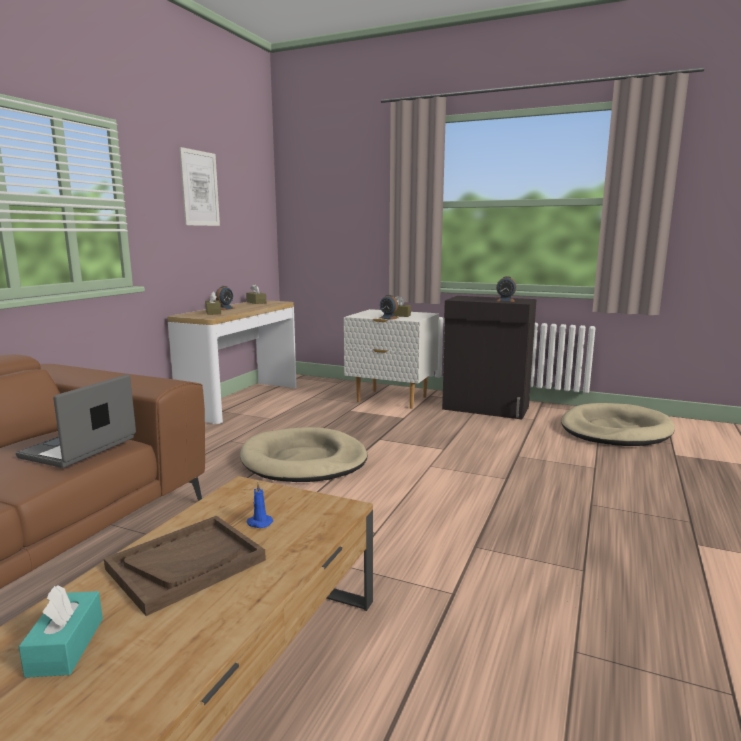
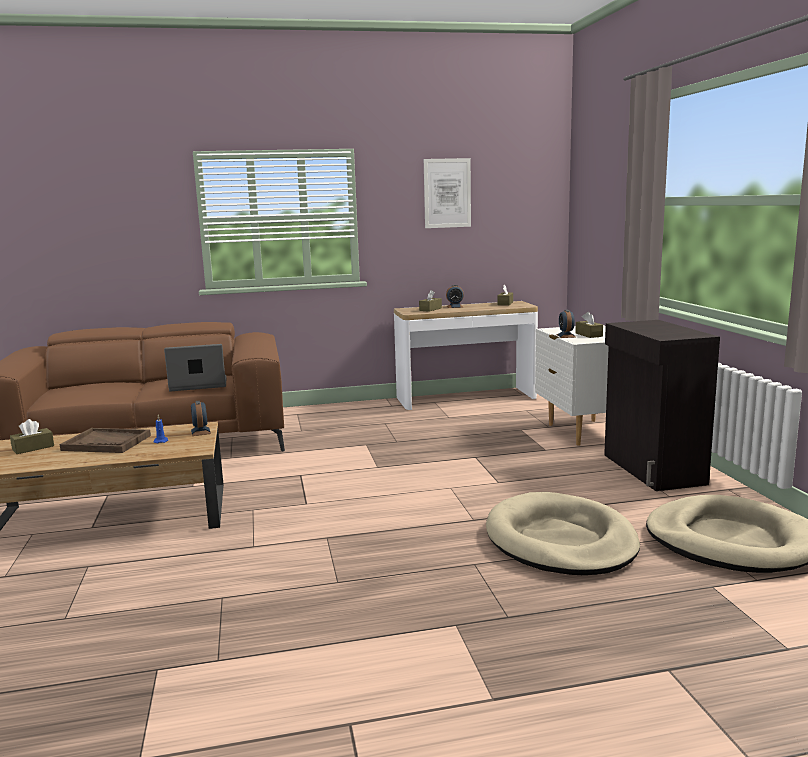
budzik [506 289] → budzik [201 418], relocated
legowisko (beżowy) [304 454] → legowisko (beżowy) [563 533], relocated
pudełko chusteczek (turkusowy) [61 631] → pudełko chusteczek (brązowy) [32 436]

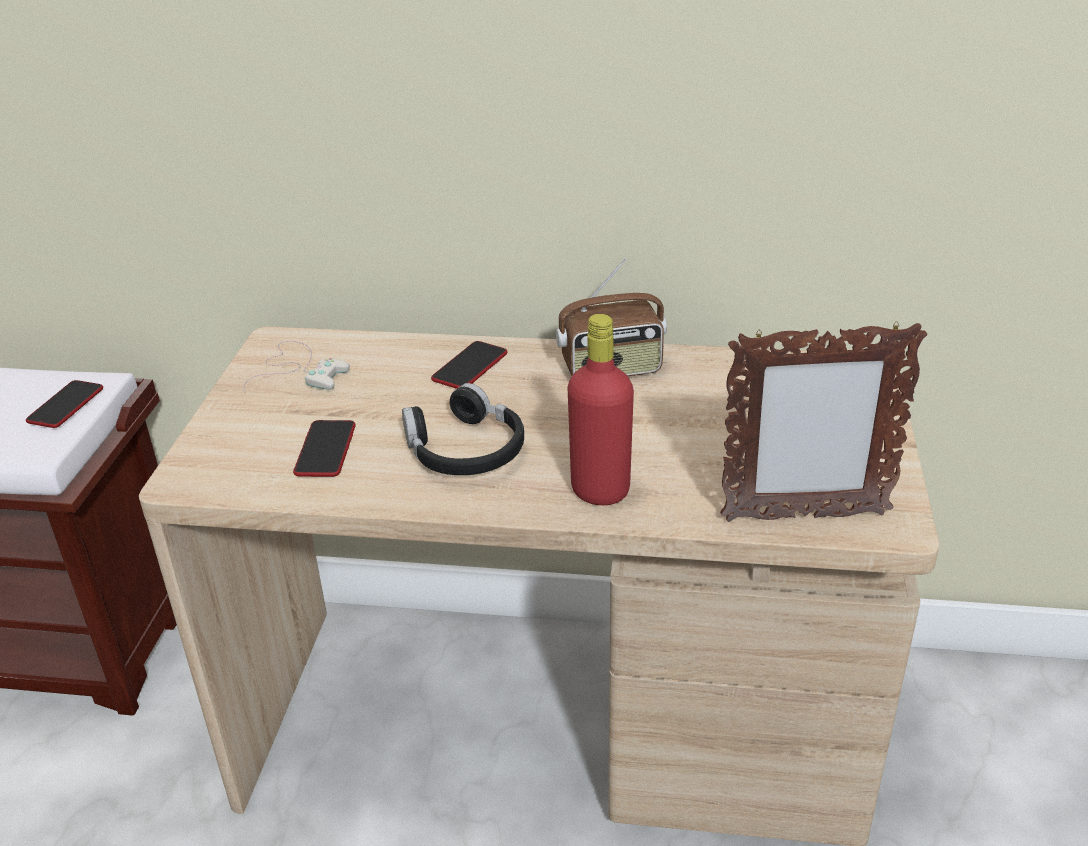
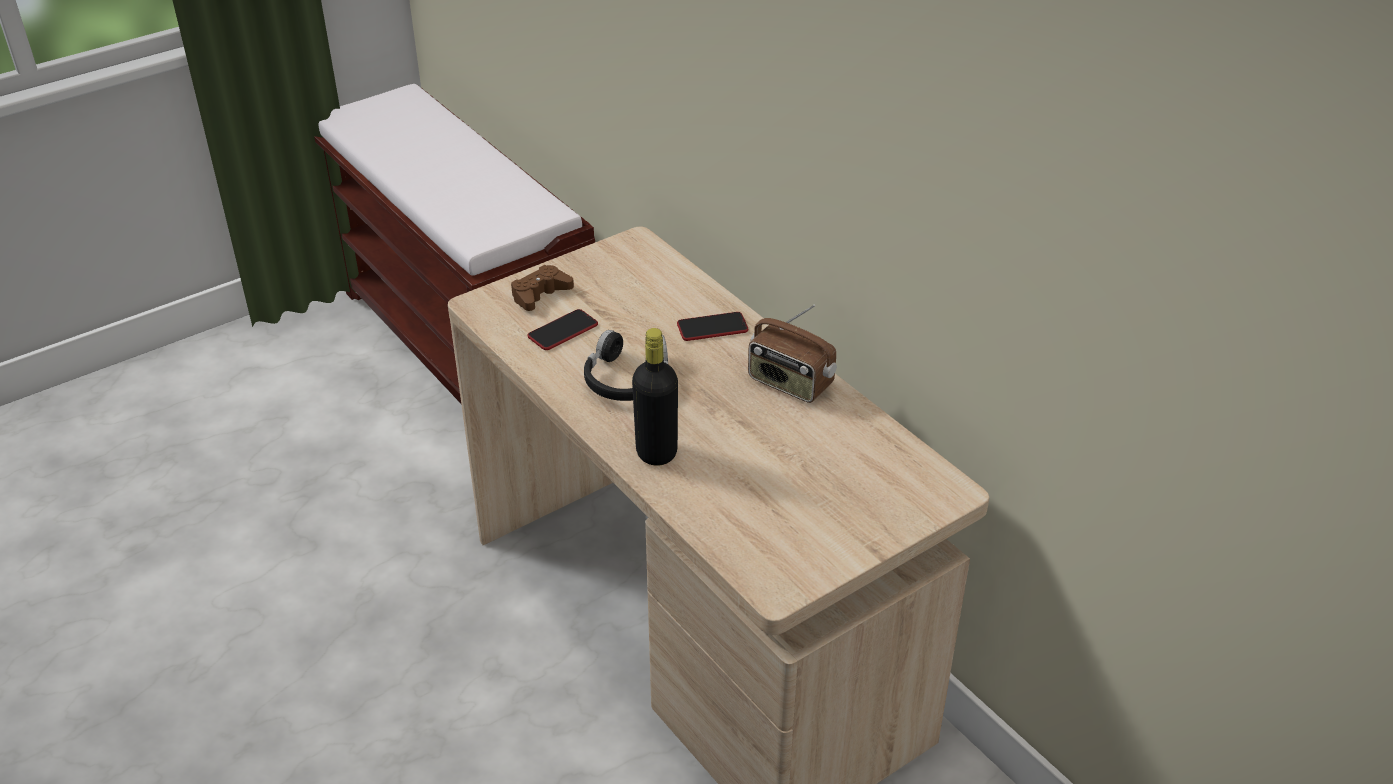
butelka (czerwony) [601 409] → butelka (czarny) [655 397]
ramka na zdjęcie [823 421] → -
pad do gier (biały) [296 366] → -
telefon [64 404] → -
- → pad do gier (brązowy) [542 288]

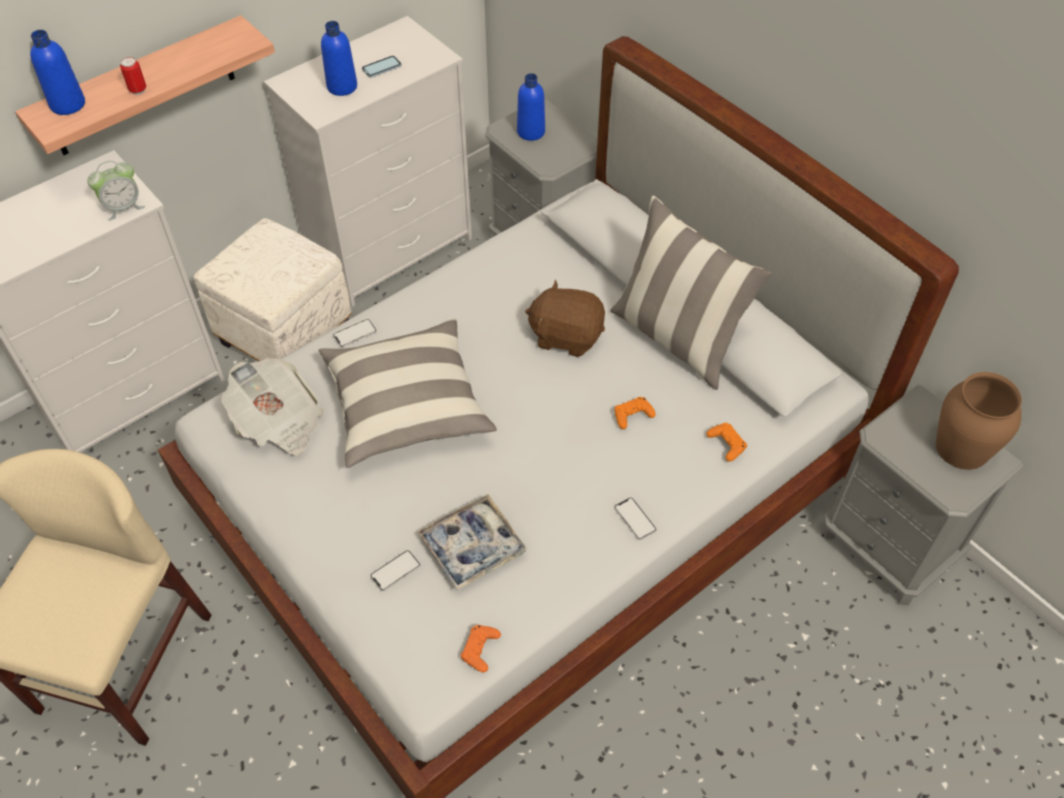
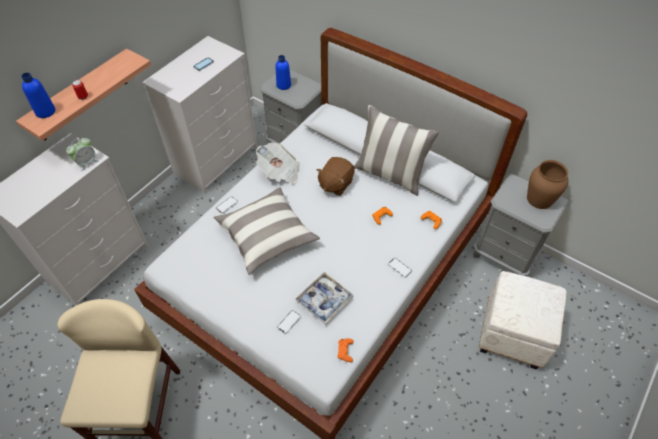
butelka (niebieski) [339 58] → -
pufa (biały) [273 289] → pufa (biały) [523 320], relocated
pluszak (brązowy) [565 318] → pluszak (brązowy) [336 176], 60 degrees counterclockwise
gazeta [272 406] → gazeta [278 163], relocated

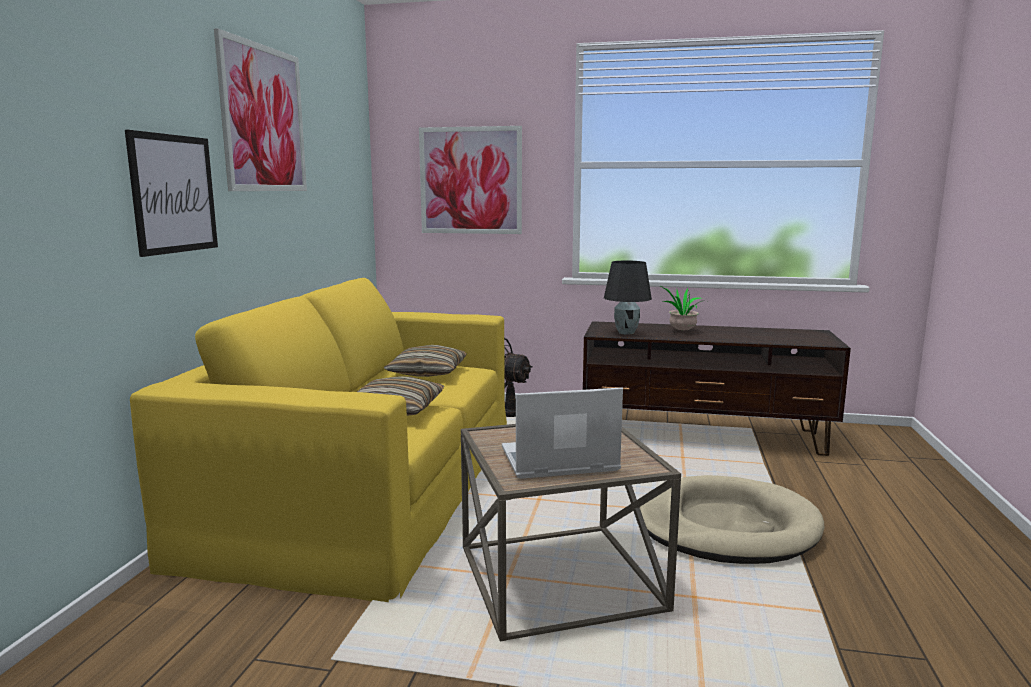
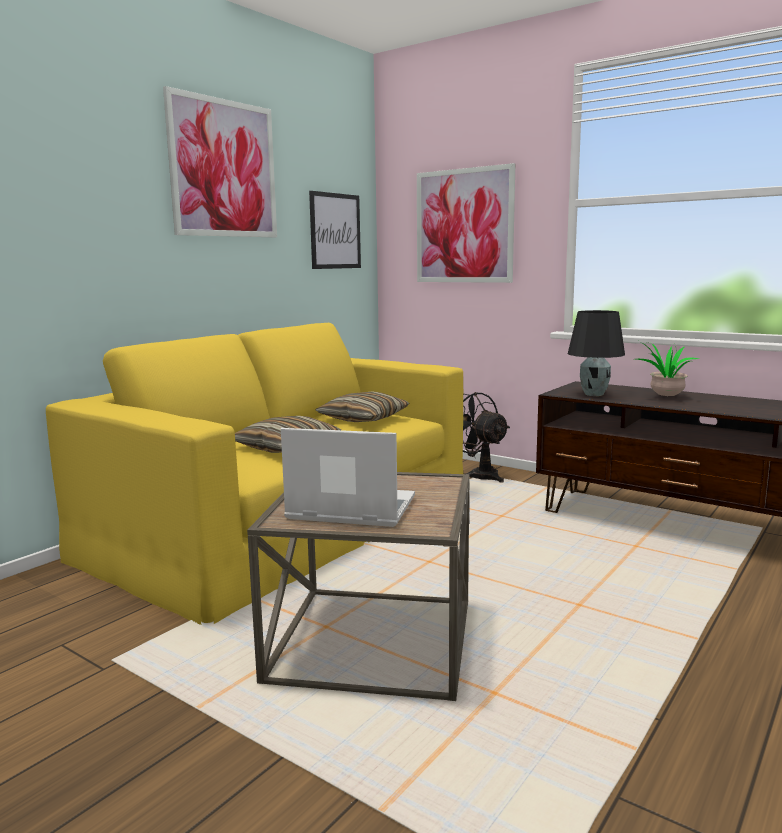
obraz [171 193] → obraz [335 230], relocated
legowisko (beżowy) [732 519] → -

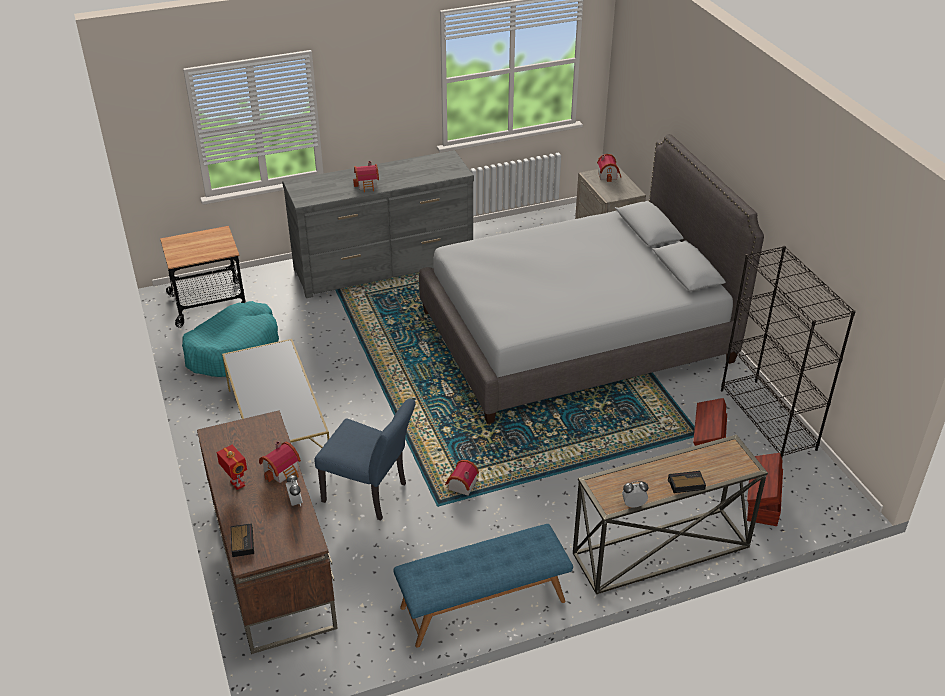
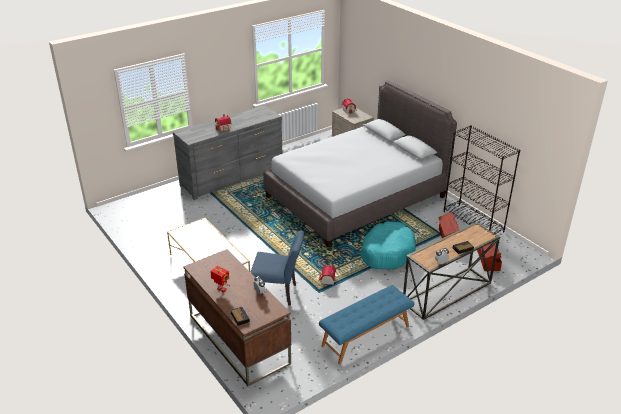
wózek [203 277] → -
legowisko (turkusowy) [230 339] → legowisko (turkusowy) [388 245], relocated
domek [280 462] → -

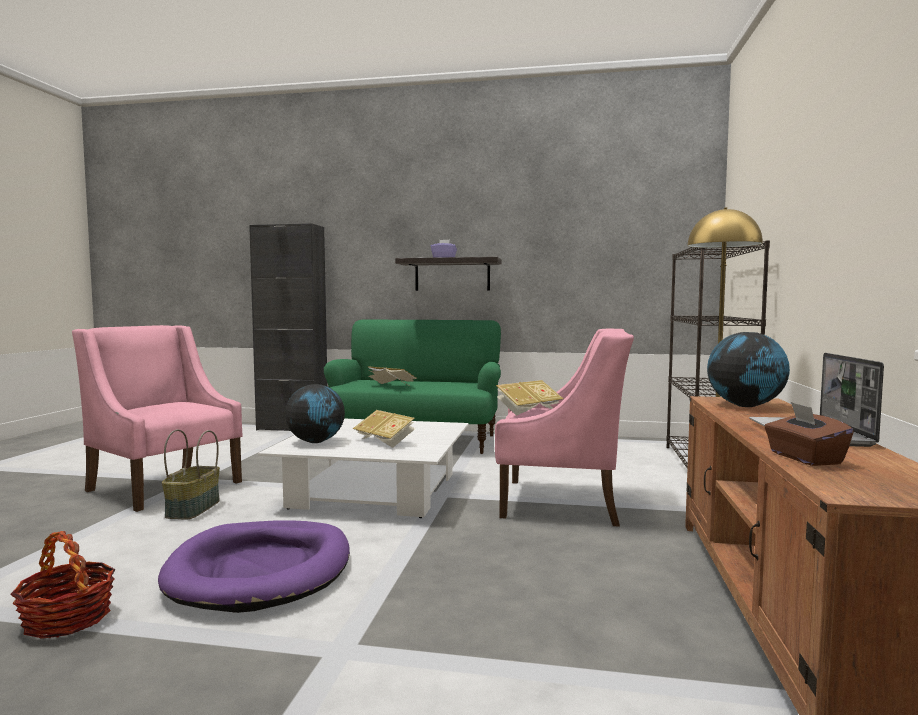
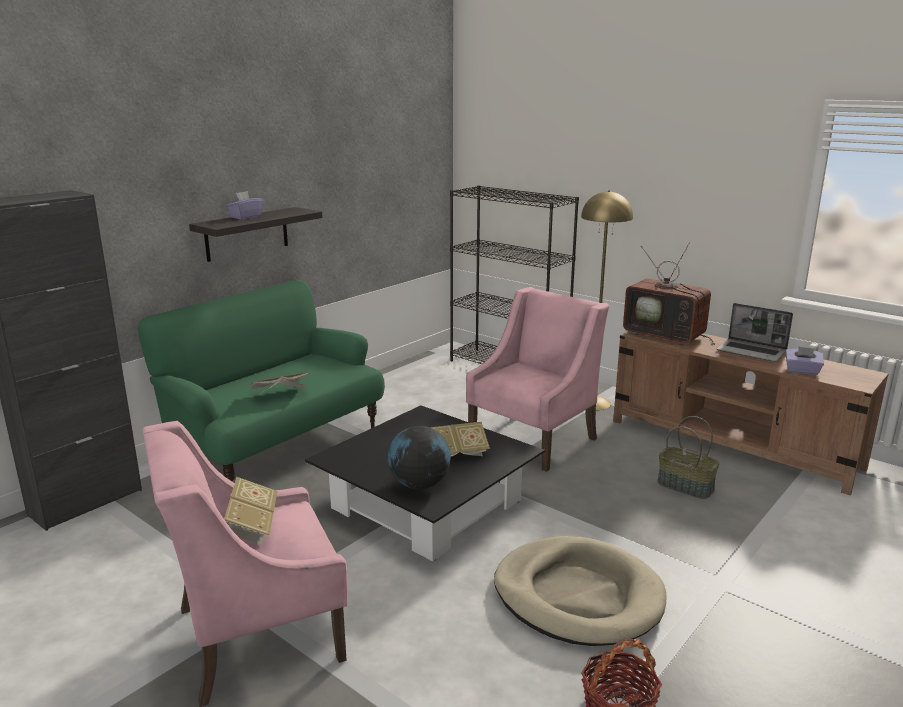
globus [748 369] → telewizor [669 293]
książka [529 398] → książka [250 511], relocated
pudełko chusteczek (brązowy) [809 434] → pudełko chusteczek (fioletowy) [805 361]
ława (biały) [363 468] → ława (czarny) [425 483]
koszyk [191 474] → koszyk [688 457], relocated
legowisko (fioletowy) [254 566] → legowisko (beżowy) [580 591]

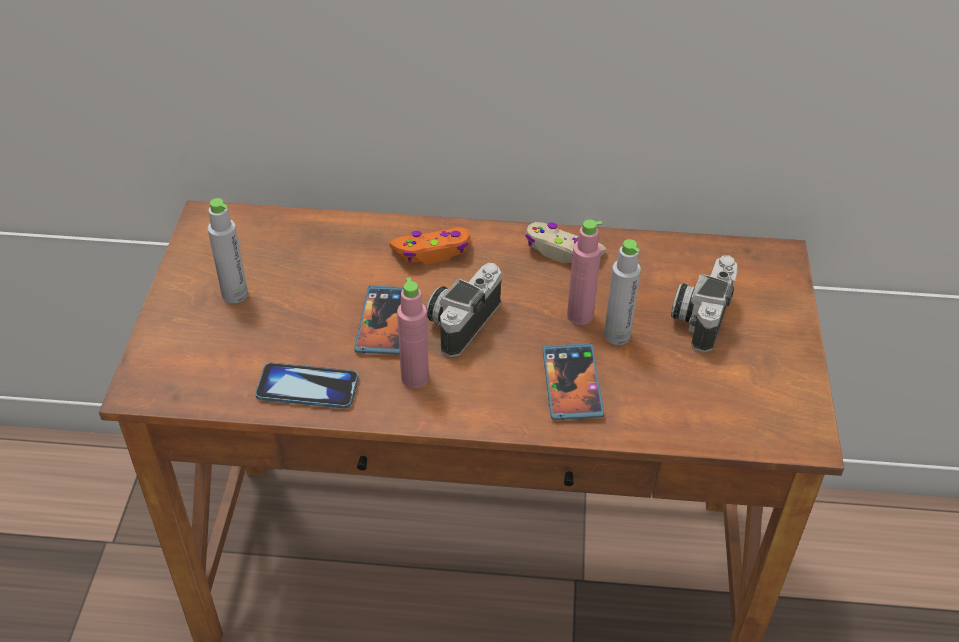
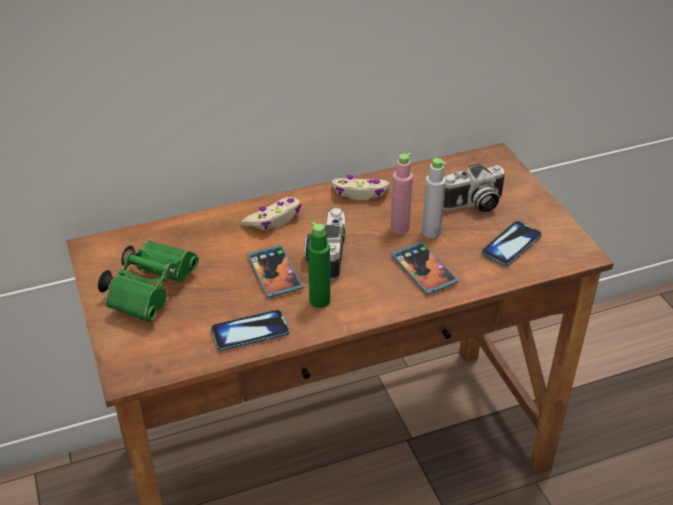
butelka (szary) [228 250] → lornetka (zielony) [148 281]
pad do gier (pomarańczowy) [429 245] → pad do gier (beżowy) [271 213]
aparat fotograficzny [704 303] → aparat fotograficzny [474 187], 105 degrees counterclockwise
butelka (różowy) [413 332] → butelka (zielony) [319 265]
- → telefon [511 244]

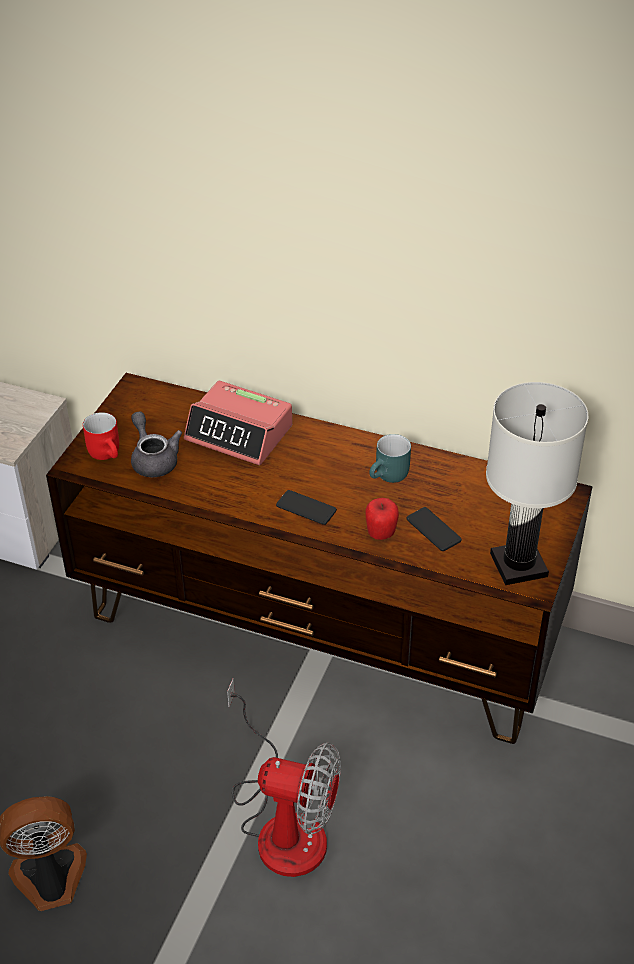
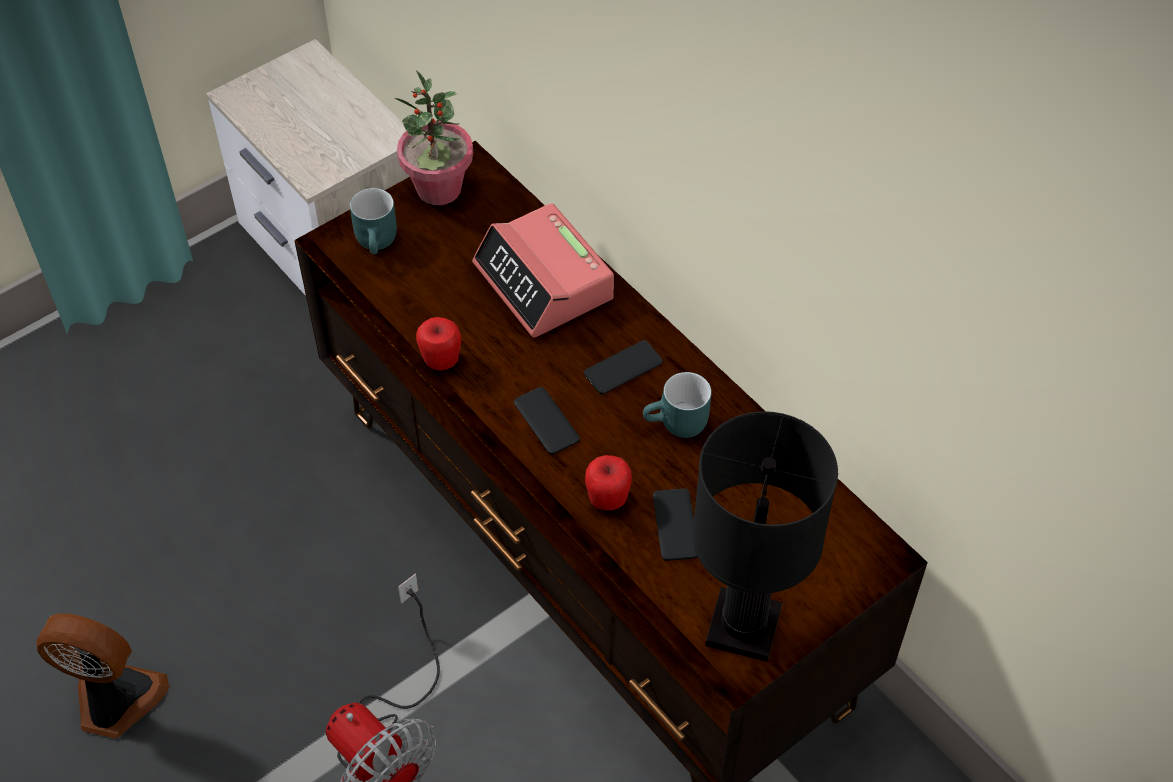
lampa stołowa (biały) [537 483] → lampa stołowa (czarny) [765 536]
imbryk (szary) [156 444] → -
kubek (czerwony) [101 436] → kubek (turkusowy) [373 221]
- → roślina doniczkowa [433 137]
- → jabłko [439 344]
- → telefon [623 367]

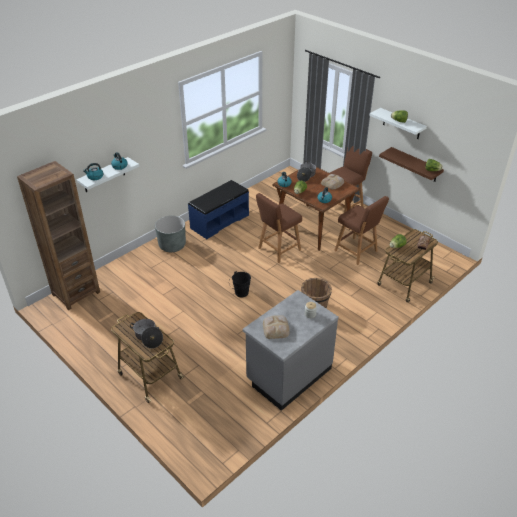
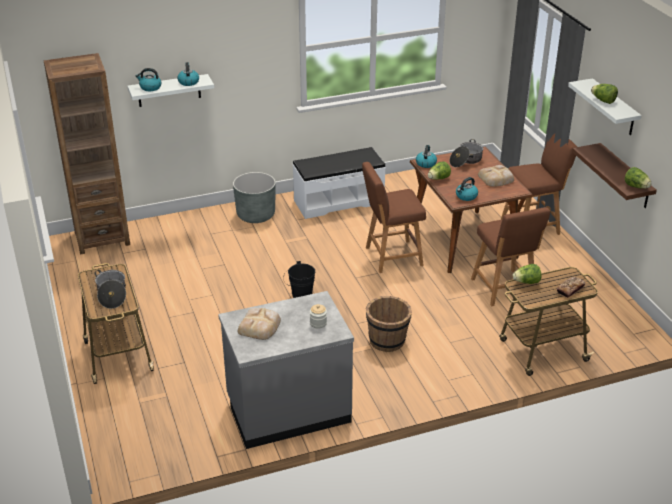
ławka (niebieski) [218 209] → ławka (biały) [339 183]

